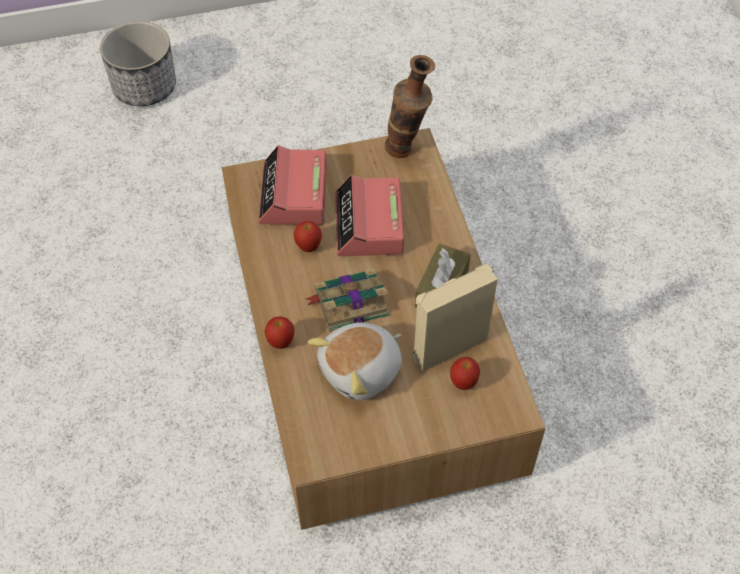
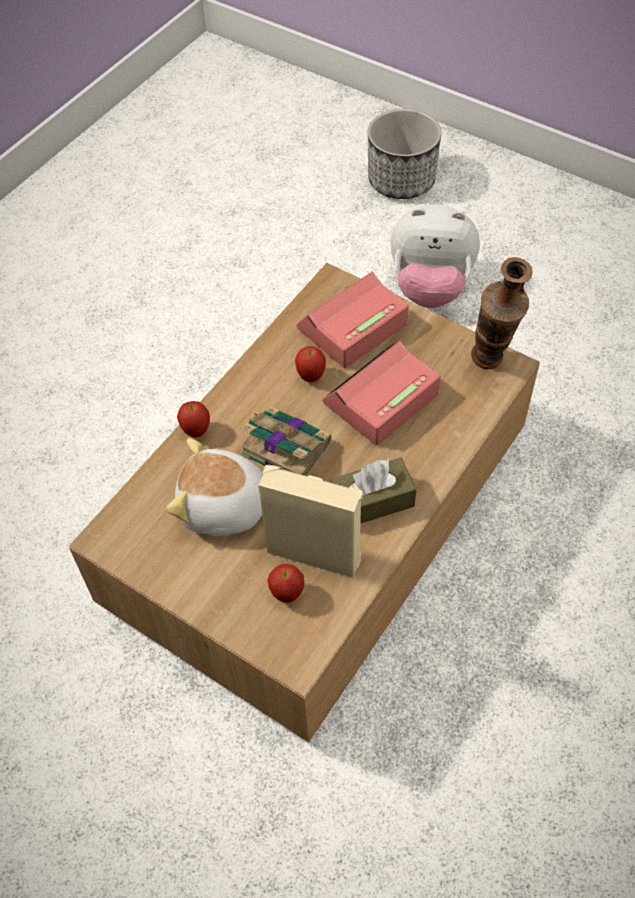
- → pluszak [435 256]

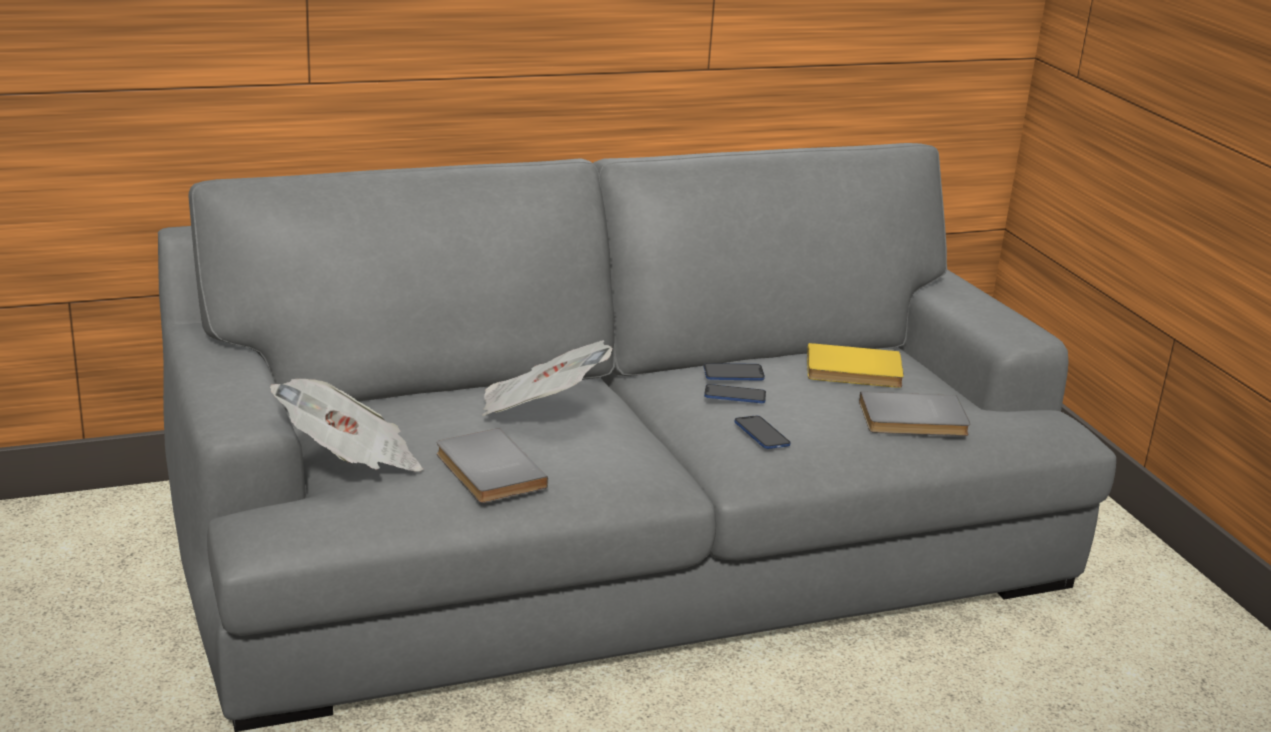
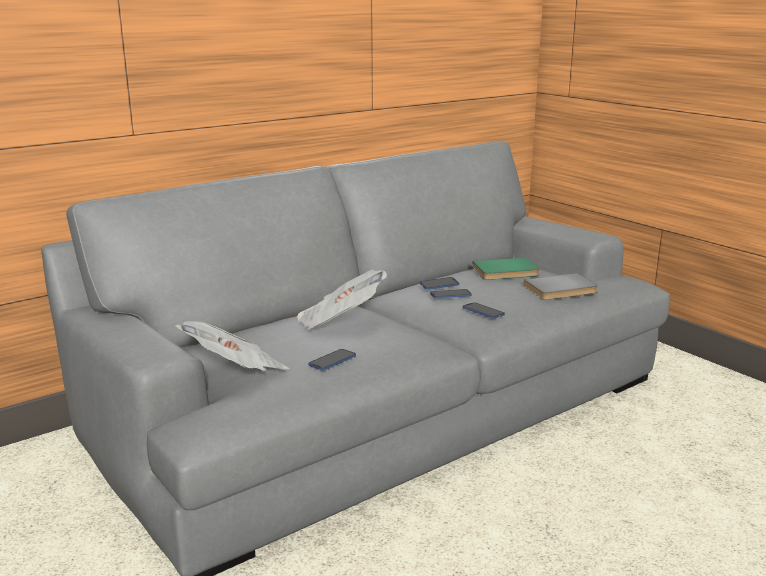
książka (żółty) [855 365] → książka (zielony) [505 269]
książka (szary) [492 465] → telefon [332 359]

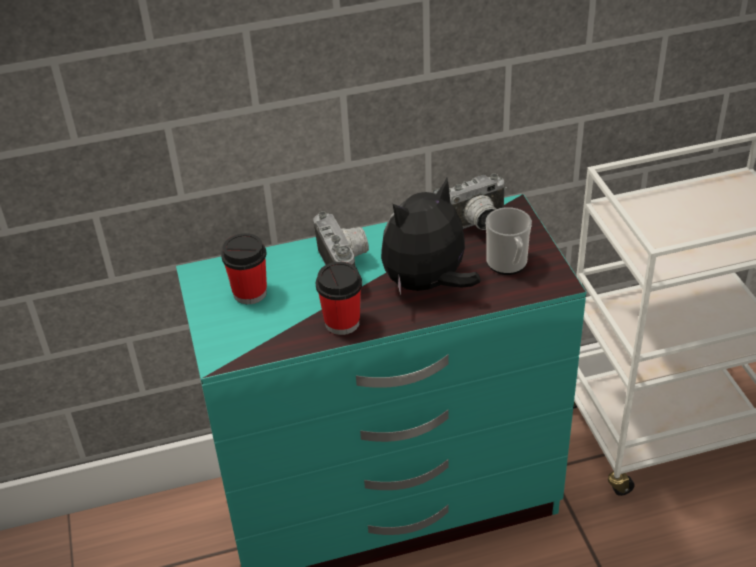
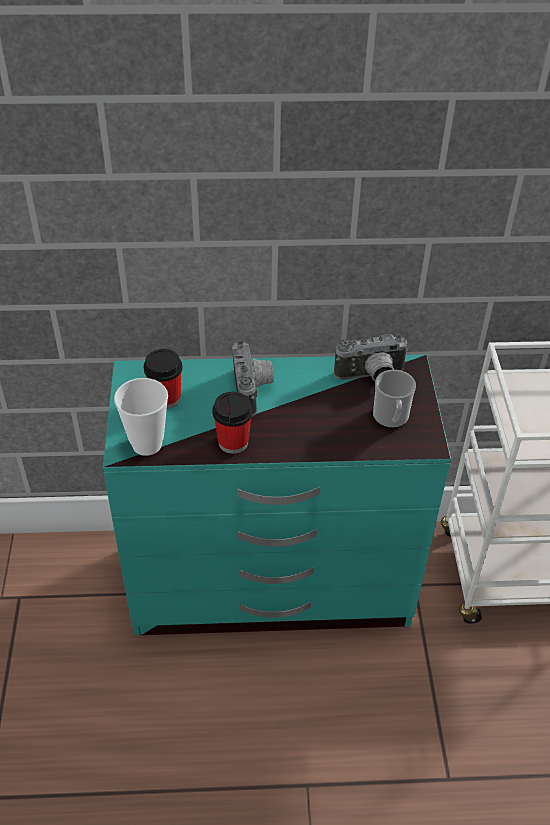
pluszak [430 236] → -
- → filiżanka [141 417]

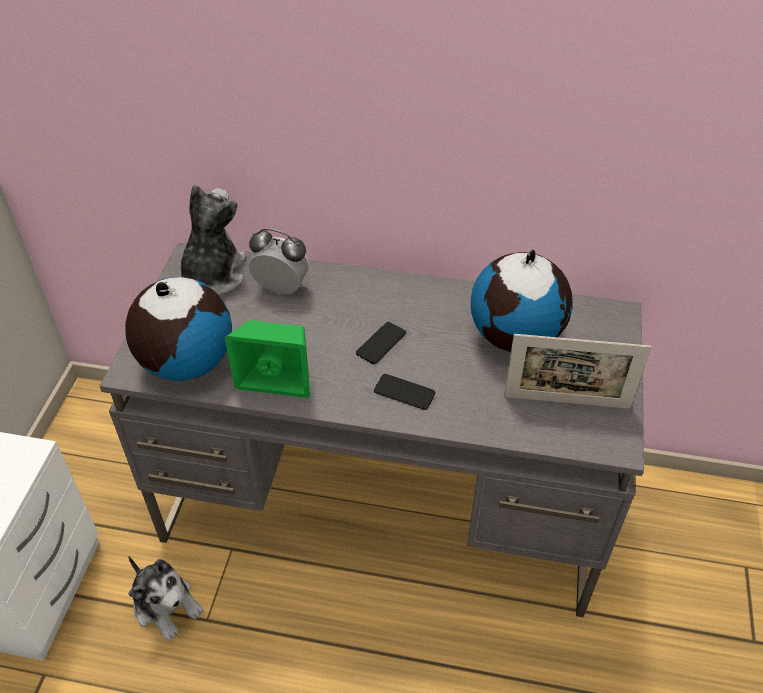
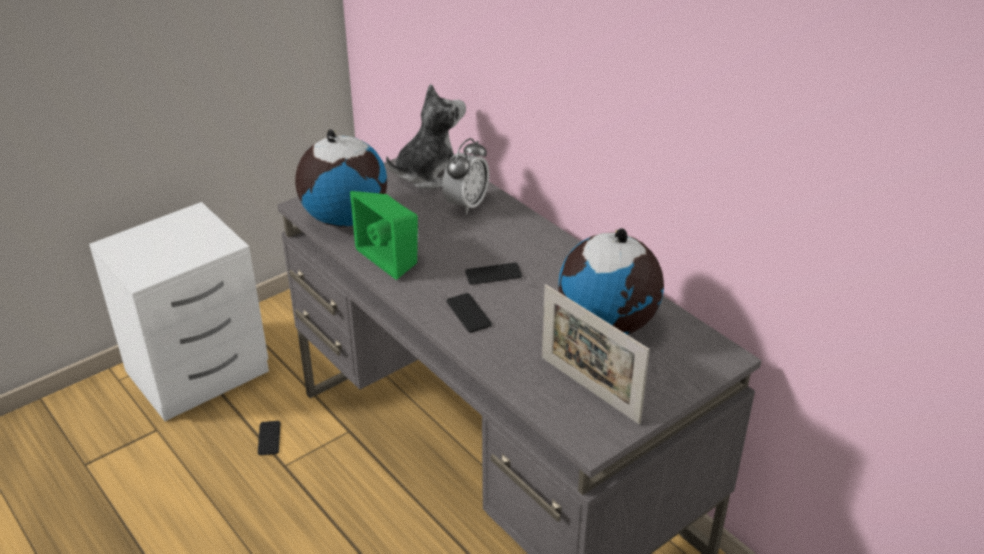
budzik [279 261] → budzik [465 176], 60 degrees clockwise
pluszak [166 598] → telefon [269 438]

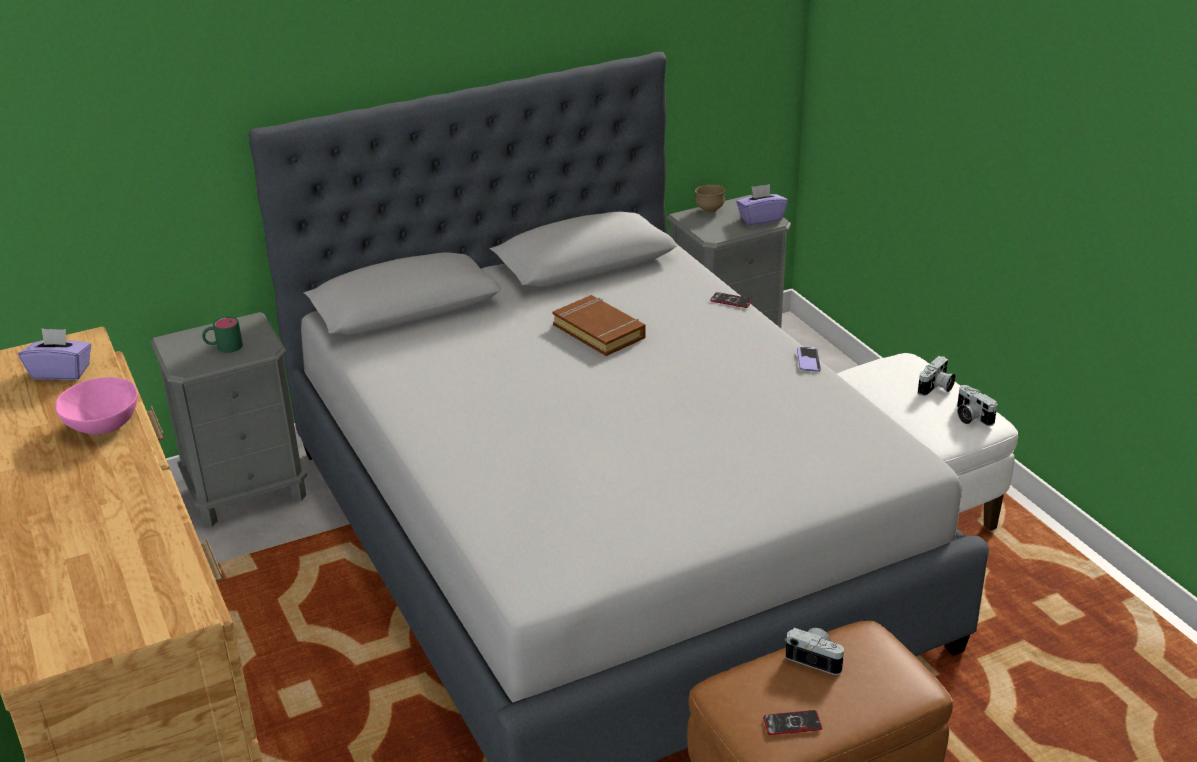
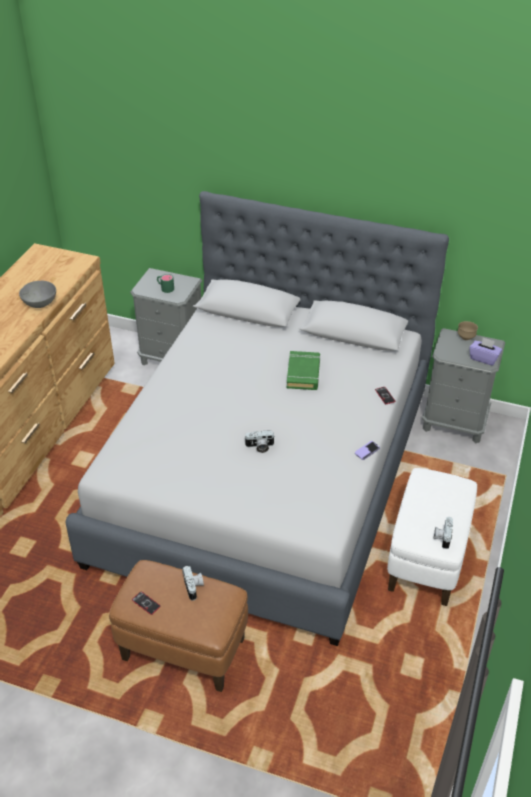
książka (brązowy) [599 325] → książka (zielony) [303 370]
pudełko chusteczek (fioletowy) [54 354] → -
aparat fotograficzny [937 376] → aparat fotograficzny [259 441], relocated
miska (różowy) [96 405] → miska (szary) [37 294]

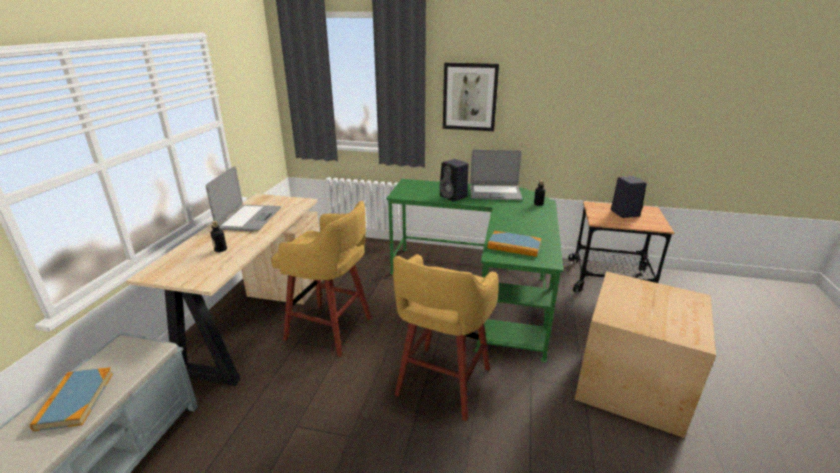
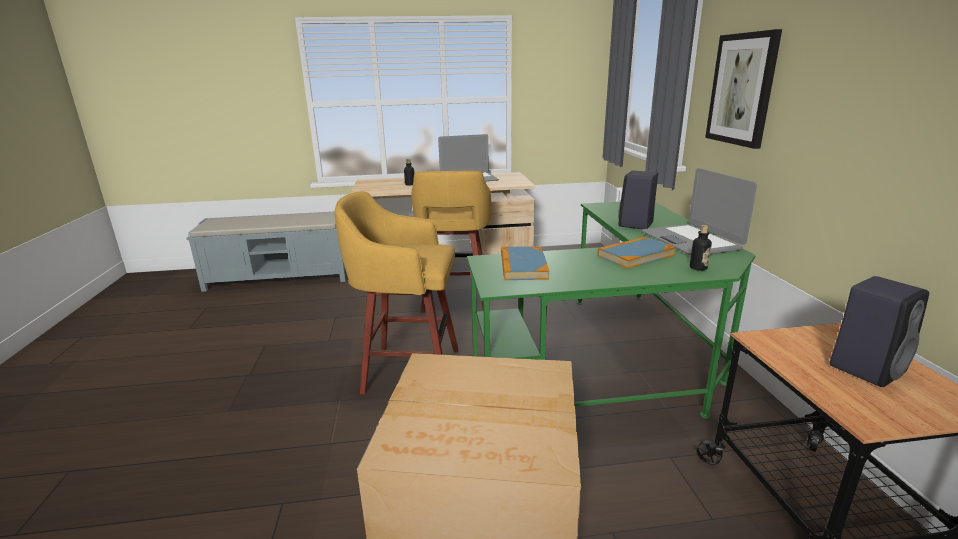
książka [71 399] → książka [636 253], relocated

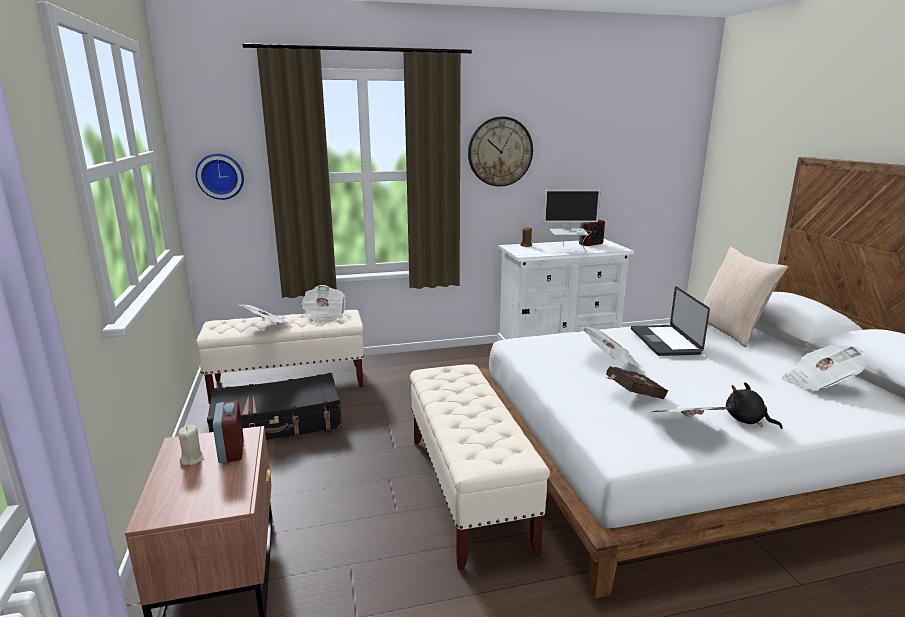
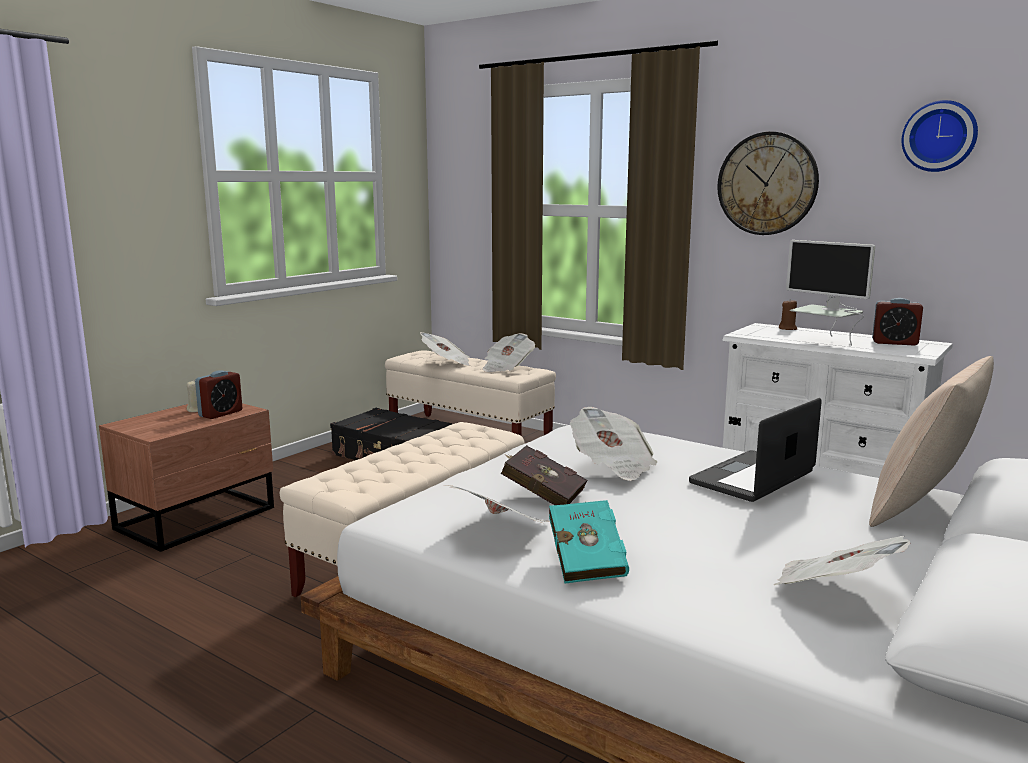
zegar ścienny [220 177] → zegar ścienny [940 136], relocated
pluszak (czarny) [754 405] → książka (turkusowy) [589 542]

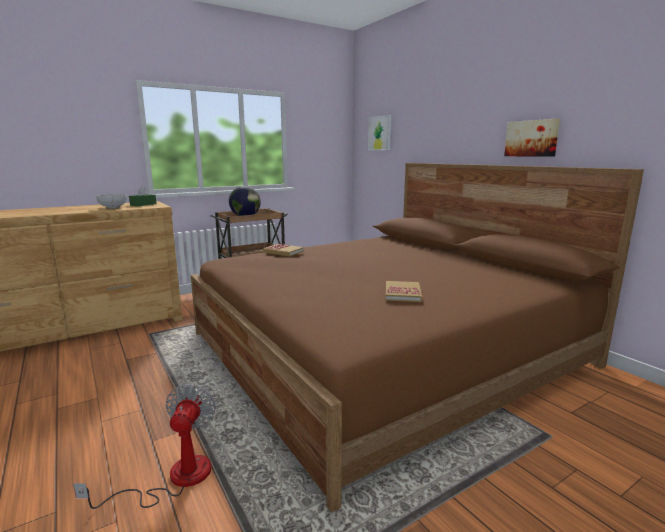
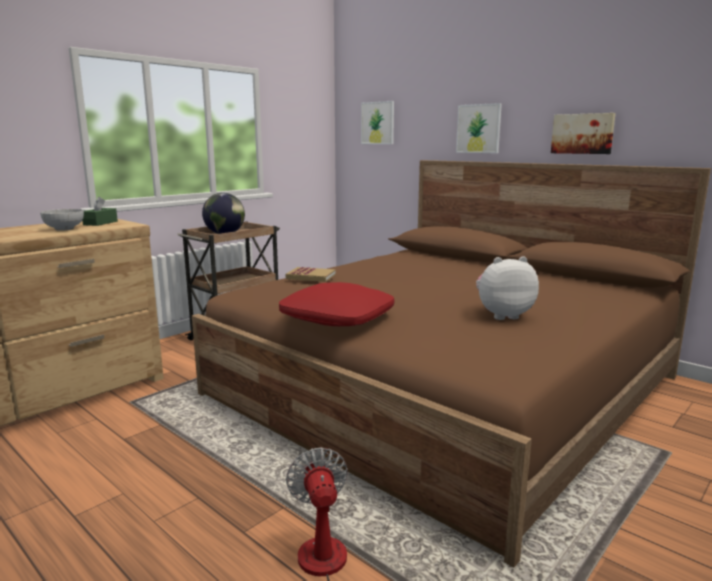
książka [404 291] → pluszak [507 288]
- → obraz [479 128]
- → poduszka (czerwony) [337 304]

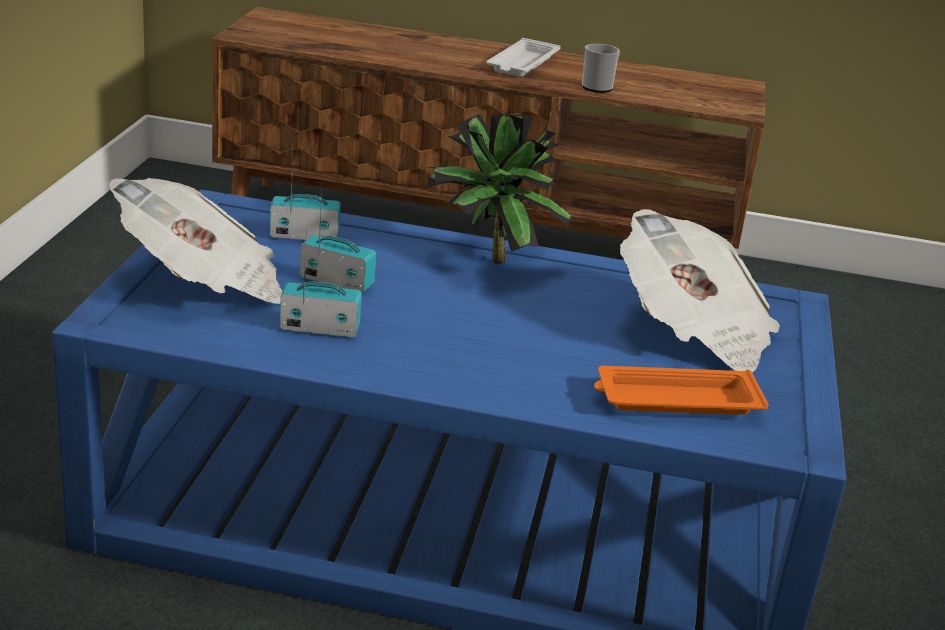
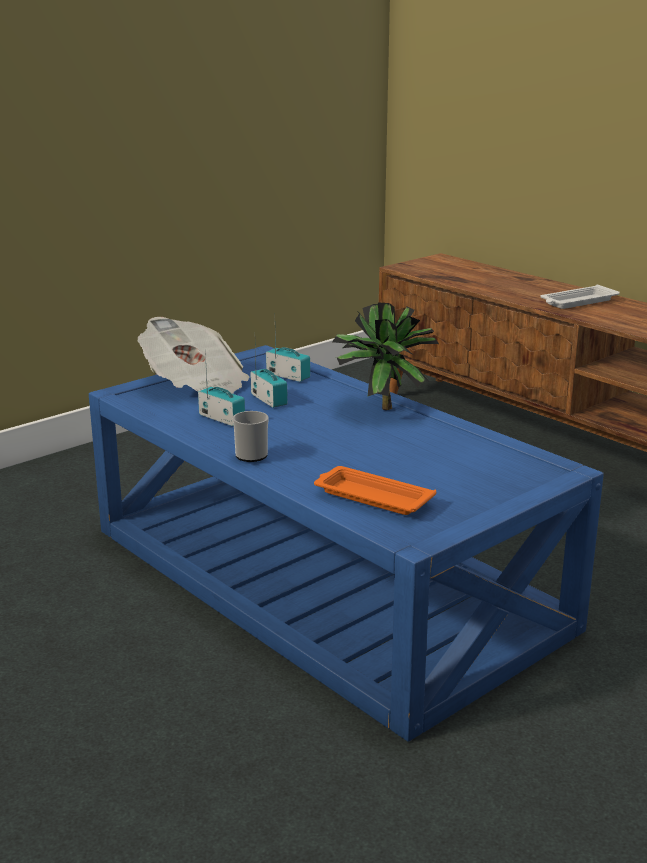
kubek [601 68] → kubek [251 436], relocated
gazeta [700 290] → -

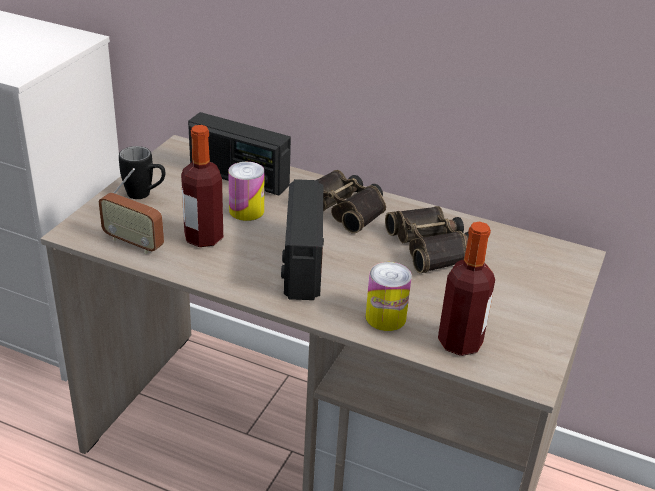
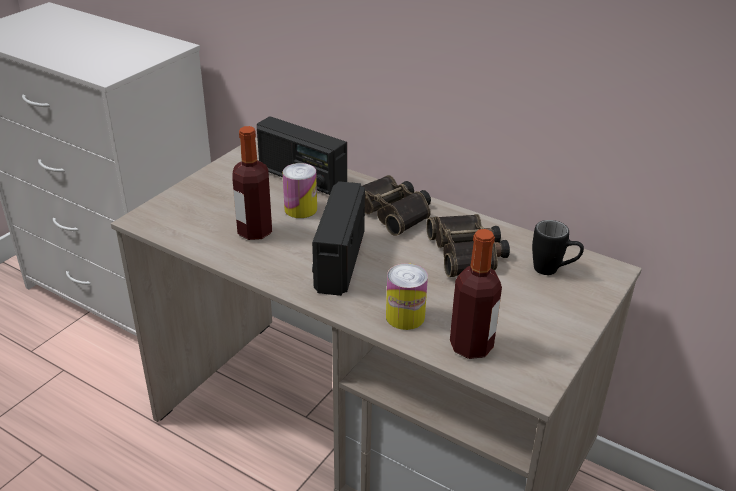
kubek (czarny) [142 172] → kubek (czarny) [558 247], relocated
radio [131 211] → -

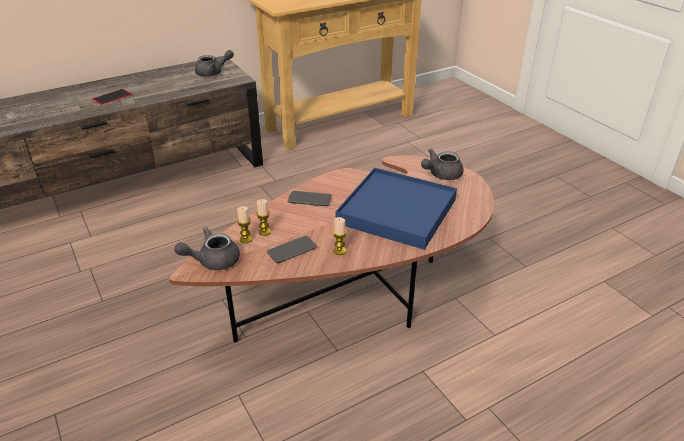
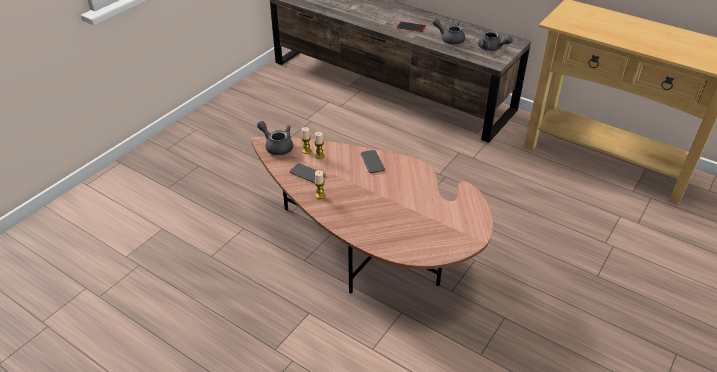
imbryk (szary) [442 164] → imbryk (szary) [449 32], relocated
taca (niebieski) [396 209] → -

